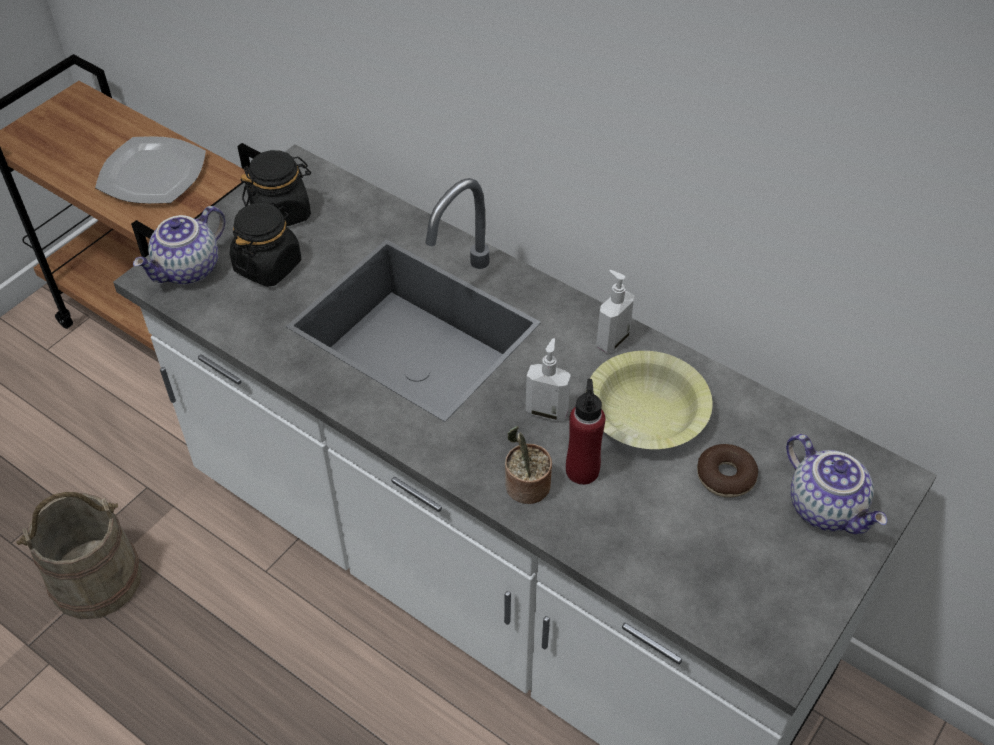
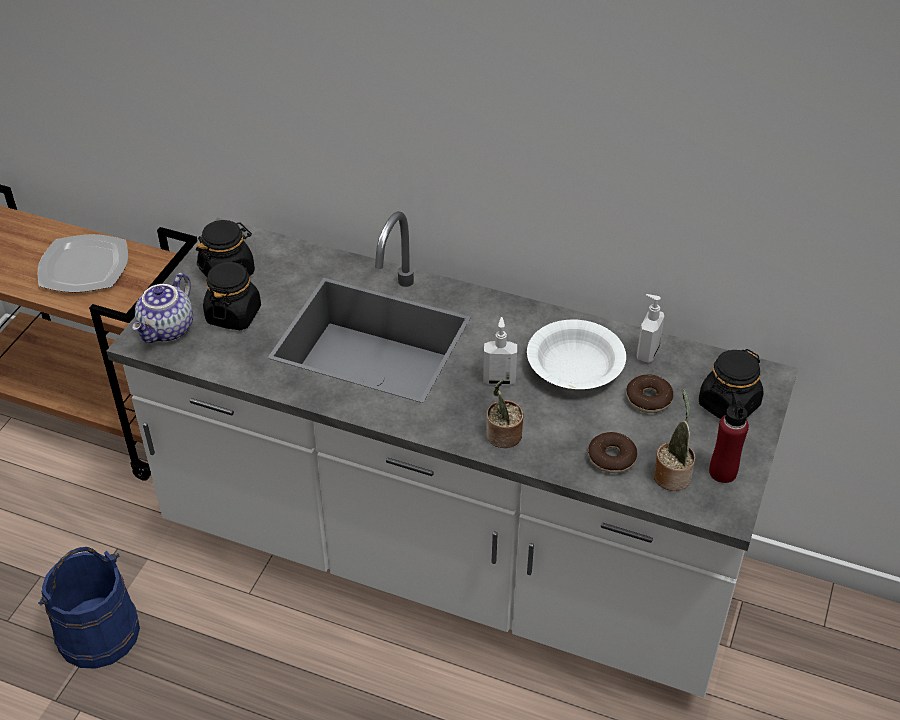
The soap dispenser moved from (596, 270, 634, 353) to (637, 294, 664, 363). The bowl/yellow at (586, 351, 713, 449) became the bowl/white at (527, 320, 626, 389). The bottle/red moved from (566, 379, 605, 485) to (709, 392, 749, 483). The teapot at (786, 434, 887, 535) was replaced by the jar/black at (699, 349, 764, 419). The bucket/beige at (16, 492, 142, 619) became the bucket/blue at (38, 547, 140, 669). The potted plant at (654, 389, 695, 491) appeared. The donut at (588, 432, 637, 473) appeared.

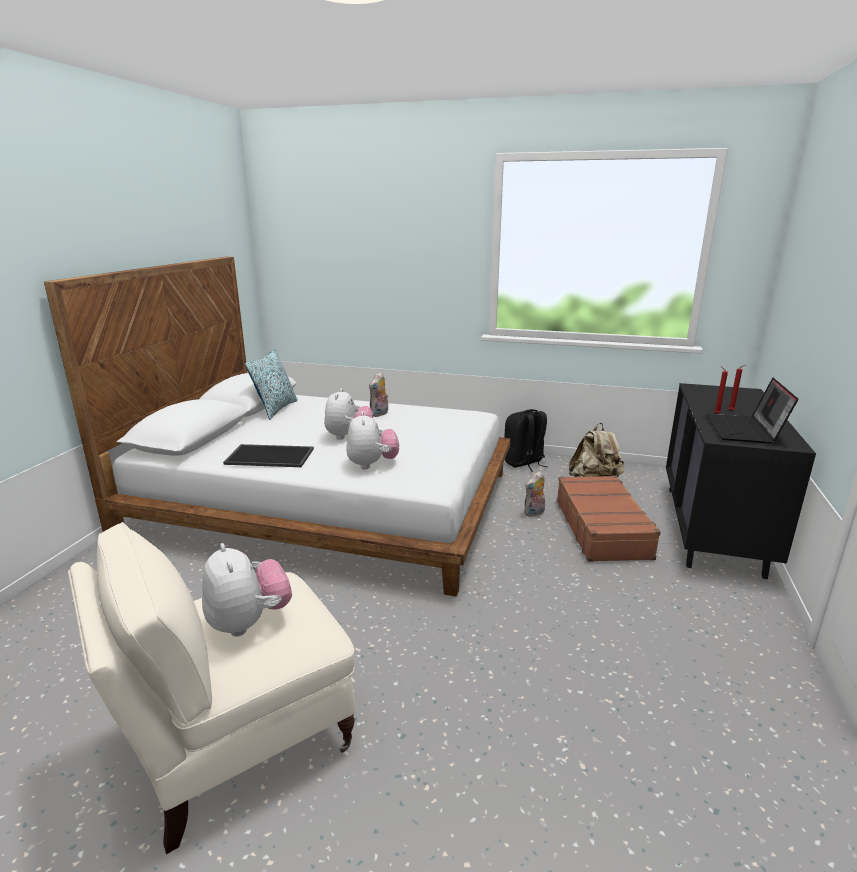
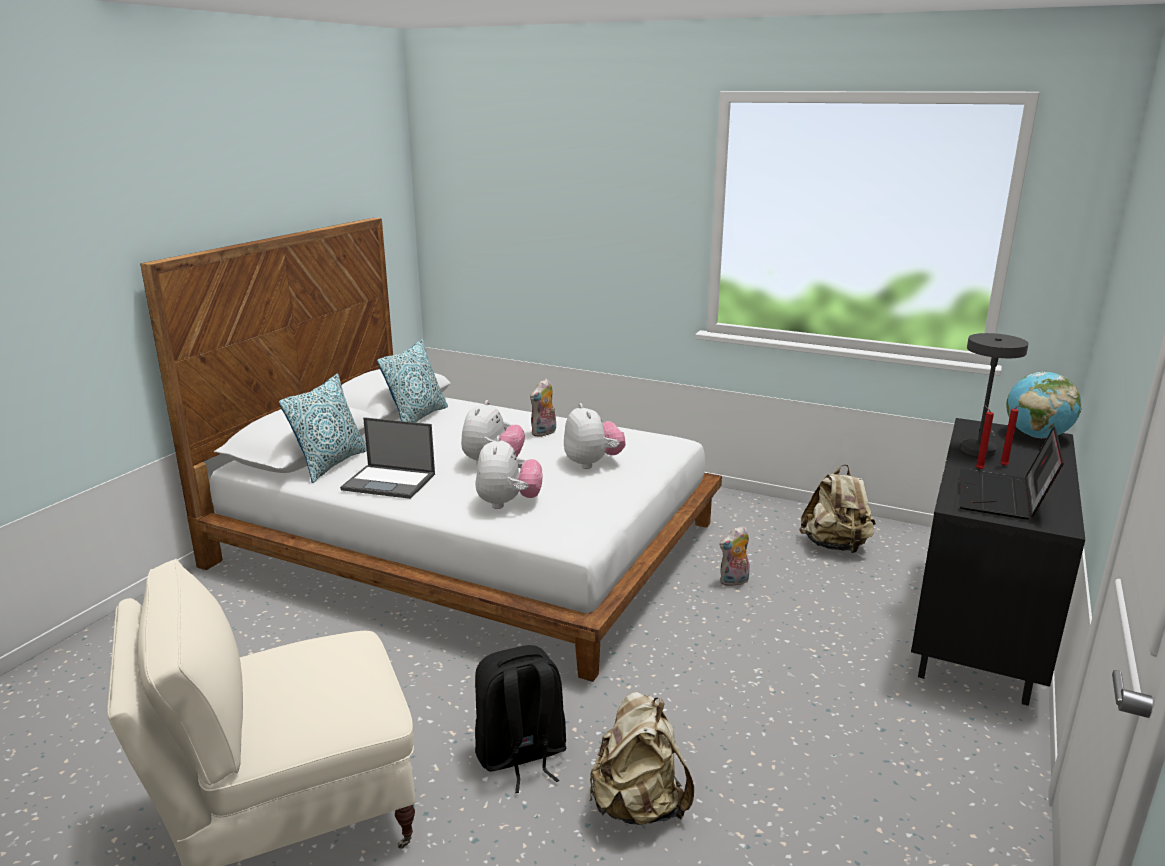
The backpack/black moved from (504, 409, 547, 472) to (475, 645, 567, 793). The tray at (223, 444, 314, 467) was replaced by the laptop at (340, 417, 435, 499). The suitcase/brown at (557, 475, 661, 562) disappeared. The plush toy moved from (202, 543, 292, 637) to (564, 403, 626, 469). The table lamp/grey at (961, 333, 1029, 457) appeared. The globe at (1006, 372, 1081, 438) appeared. The pillow at (279, 373, 367, 483) appeared. The backpack/beige at (589, 692, 694, 825) appeared.

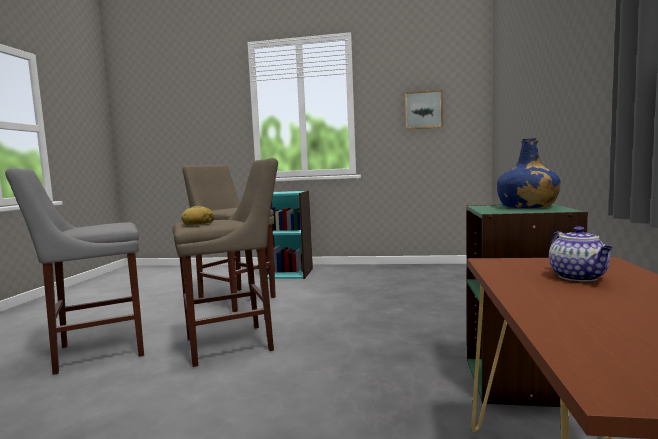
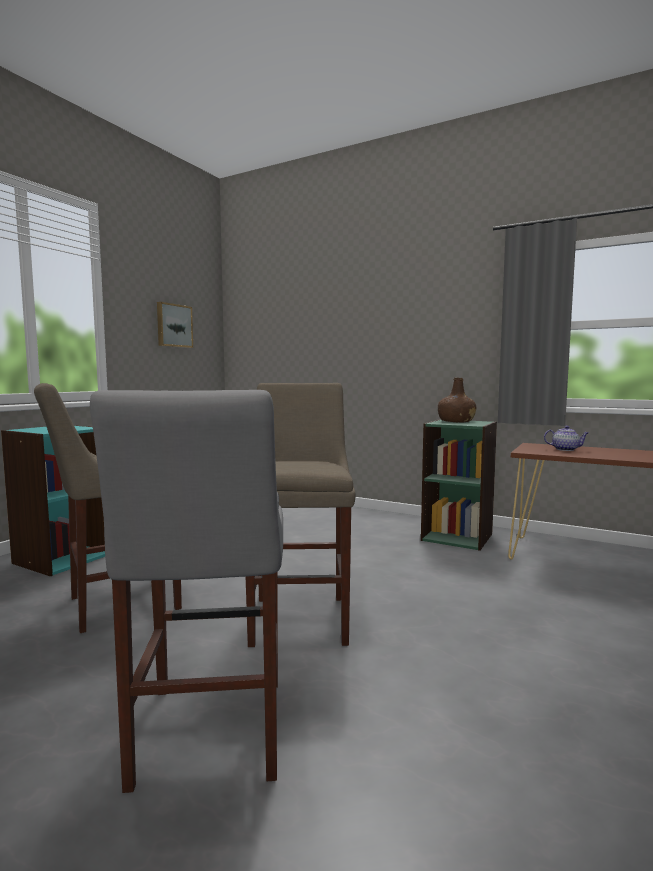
The bottle/blue at (497, 138, 561, 208) became the bottle/brown at (438, 378, 476, 423). The bread at (181, 206, 214, 225) disappeared.

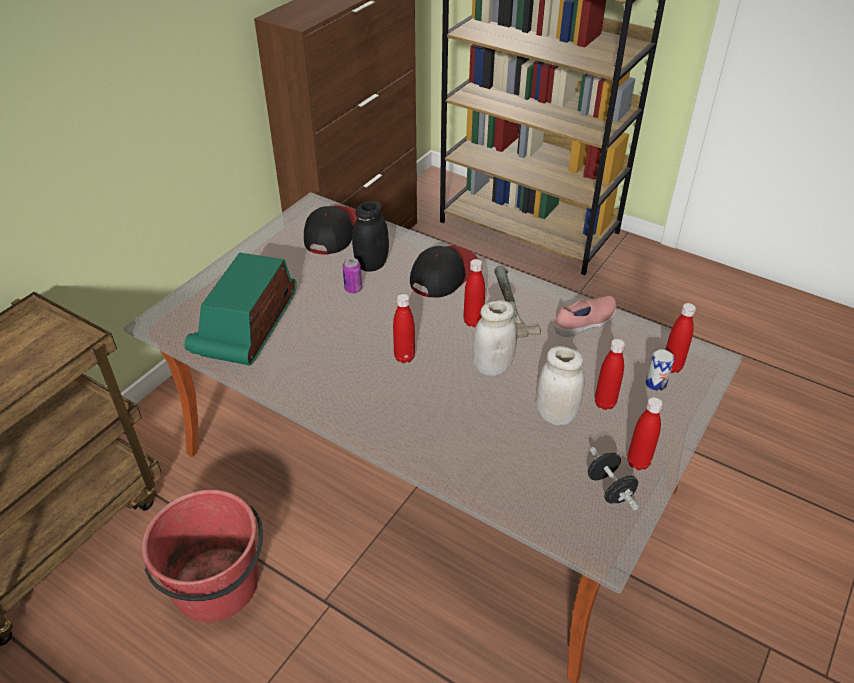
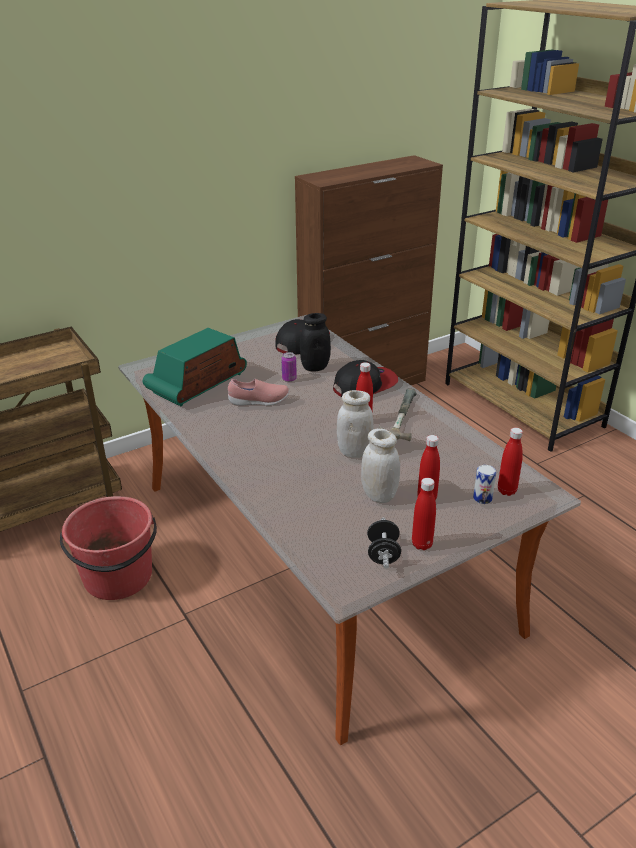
The bottle/red at (393, 294, 415, 363) disappeared. The shoe/pink moved from (555, 296, 617, 337) to (228, 379, 289, 406).

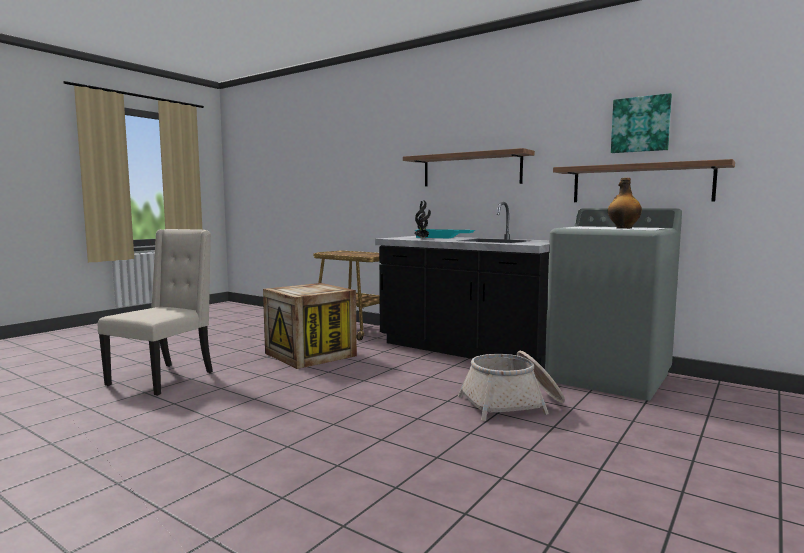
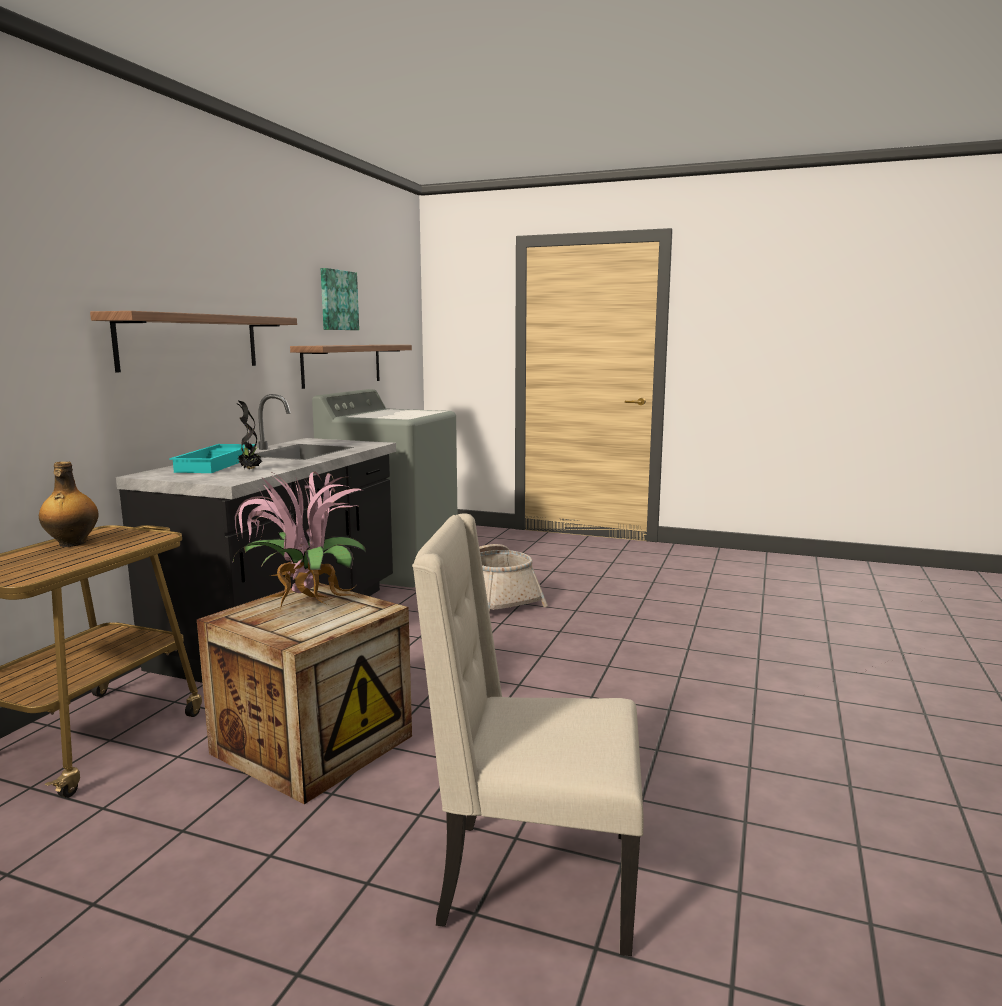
The bottle moved from (608, 178, 642, 229) to (39, 462, 99, 547). The potted plant at (233, 472, 366, 611) appeared.

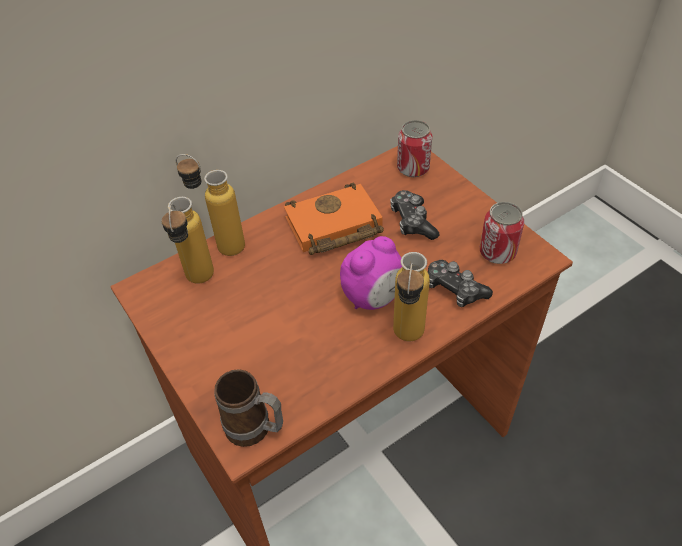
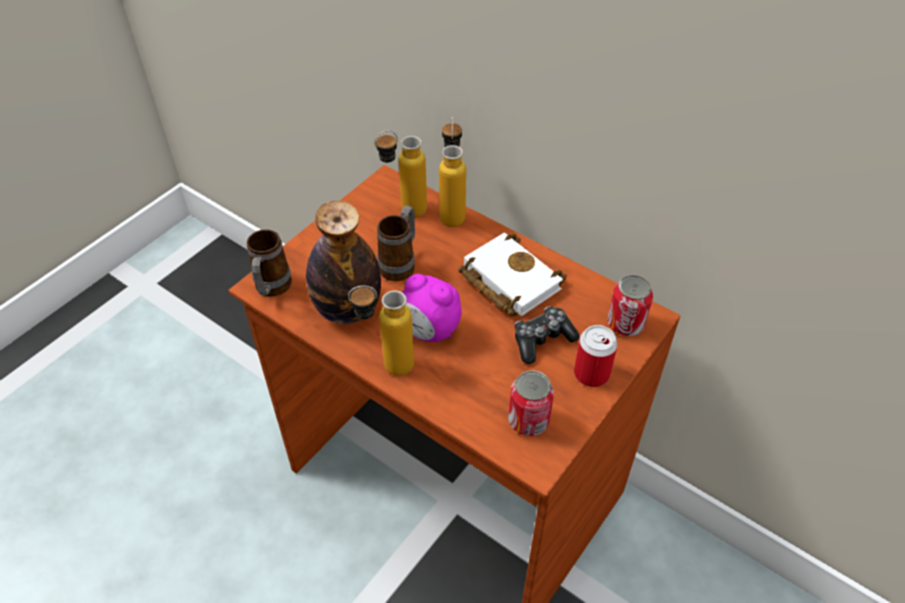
The book/orange at (284, 183, 384, 255) became the book/white at (458, 233, 567, 316). The game controller at (428, 260, 493, 307) disappeared. The bottle at (306, 201, 381, 324) appeared. The mug at (377, 206, 415, 281) appeared. The can at (574, 325, 618, 387) appeared.

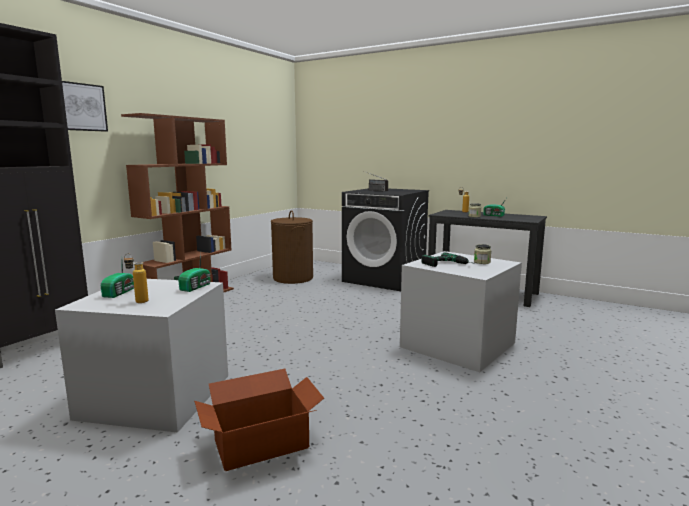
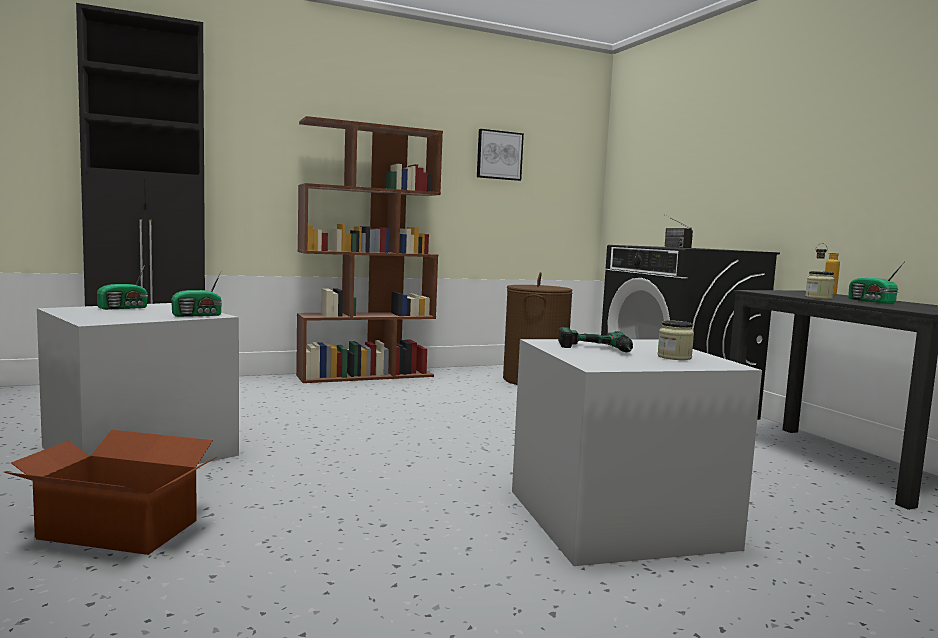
The picture moved from (62, 81, 108, 132) to (477, 129, 524, 181). The bottle at (124, 253, 149, 303) disappeared.

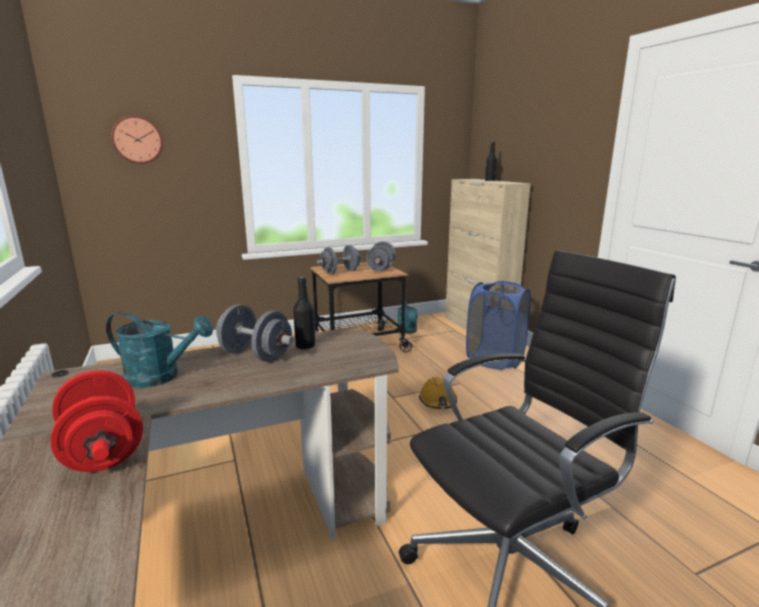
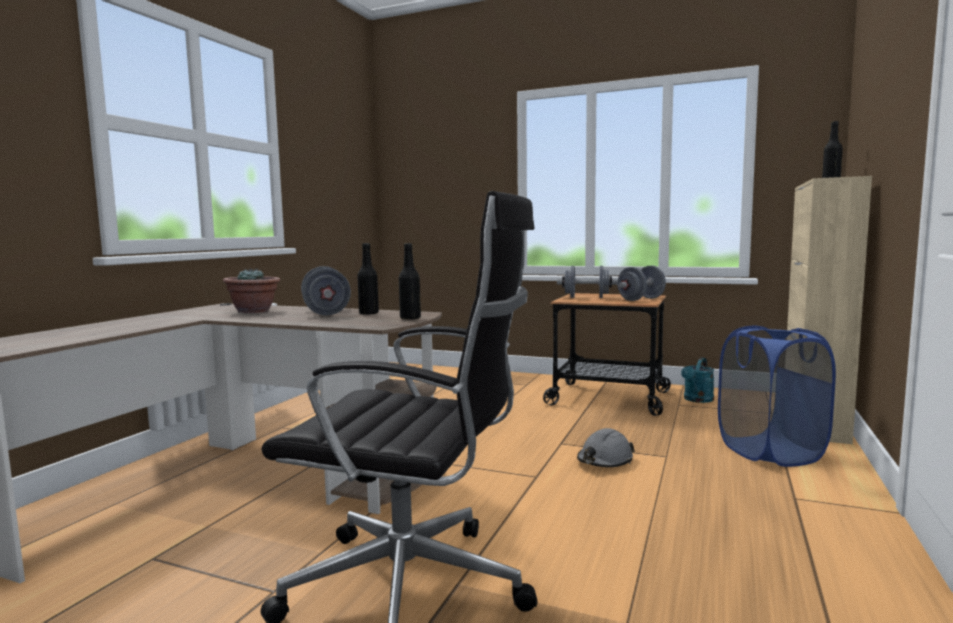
The wall clock at (111, 115, 163, 164) disappeared. The watering can/turquoise at (106, 312, 213, 388) was replaced by the potted plant at (223, 268, 280, 313). The dumbbell/red at (51, 370, 143, 472) disappeared. The hard hat/orange at (419, 377, 457, 409) became the hard hat/grey at (577, 428, 635, 467). The bottle/black at (399, 243, 421, 320) appeared.

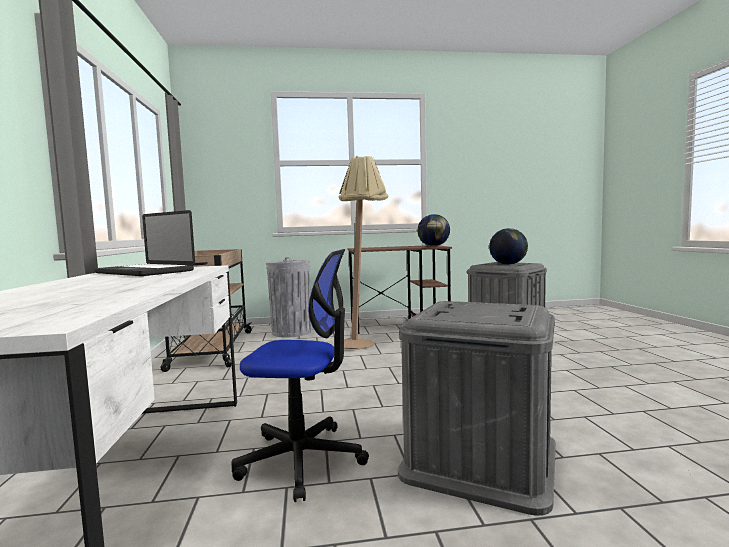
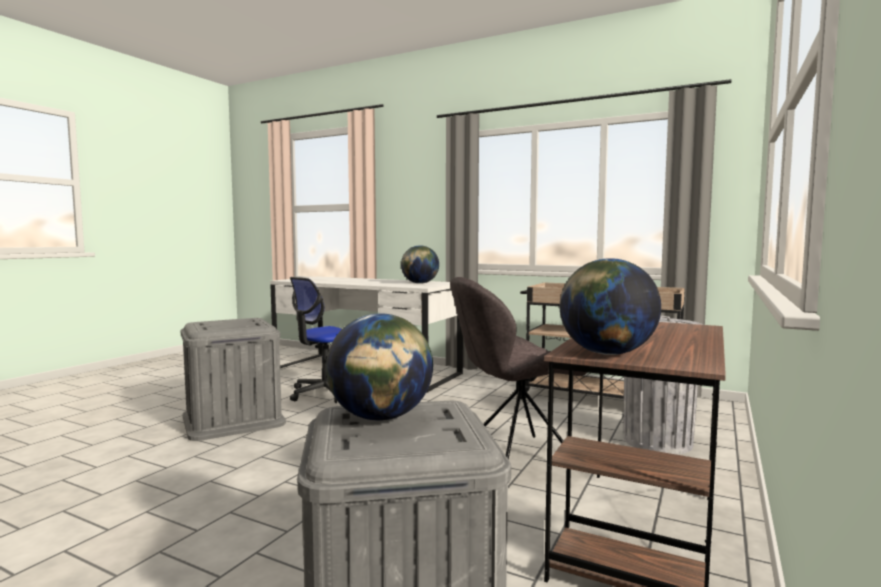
The floor lamp/beige at (339, 156, 388, 349) was replaced by the chair/grey at (450, 277, 587, 460). The laptop at (94, 210, 195, 276) was replaced by the globe at (401, 245, 439, 284).

